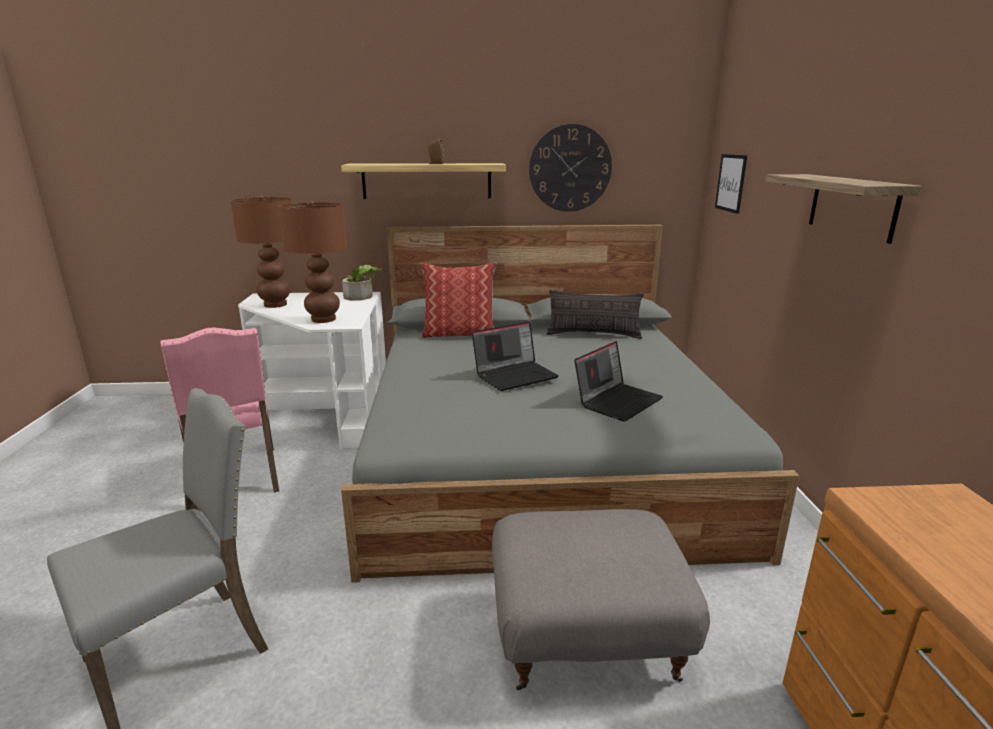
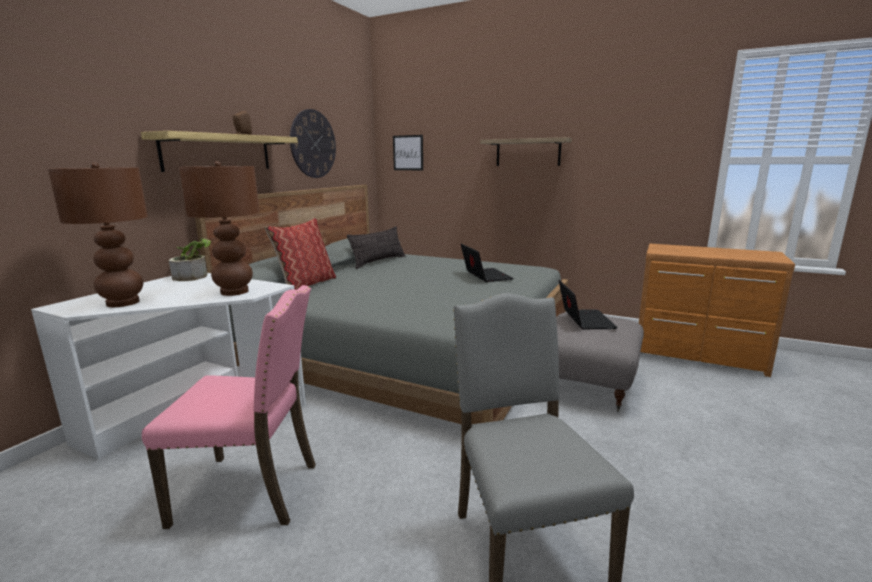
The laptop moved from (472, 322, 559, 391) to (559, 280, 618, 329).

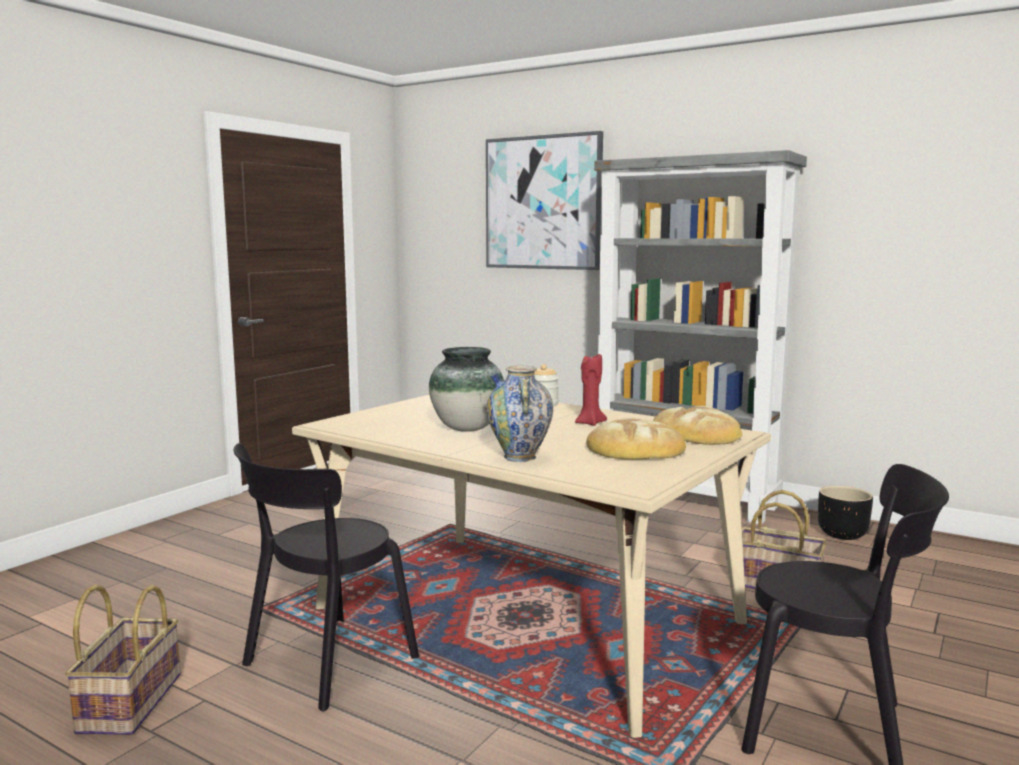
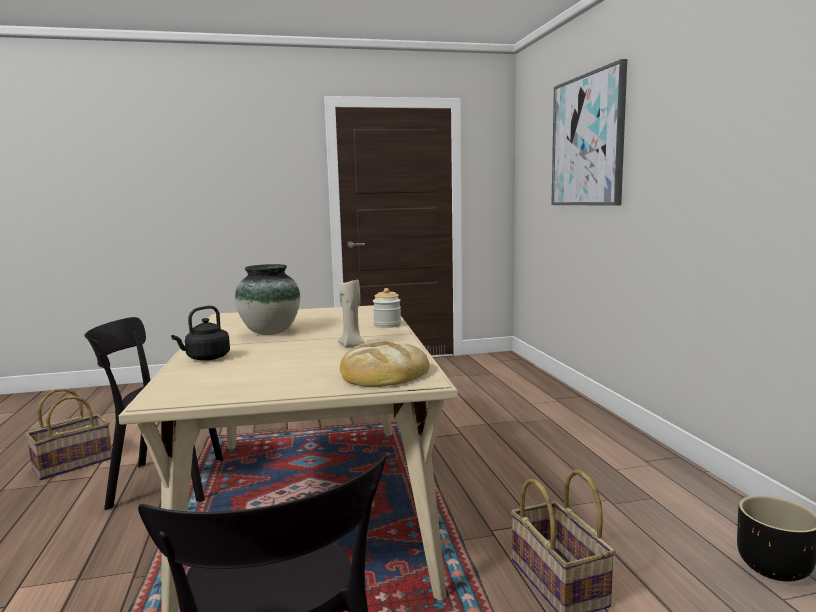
The bookcase/grey at (594, 150, 807, 524) disappeared. The candle/red at (575, 352, 607, 426) became the candle/beige at (337, 279, 365, 348). The vase at (486, 366, 553, 462) was replaced by the kettle/black at (171, 305, 230, 361). The bread at (586, 418, 686, 460) disappeared.

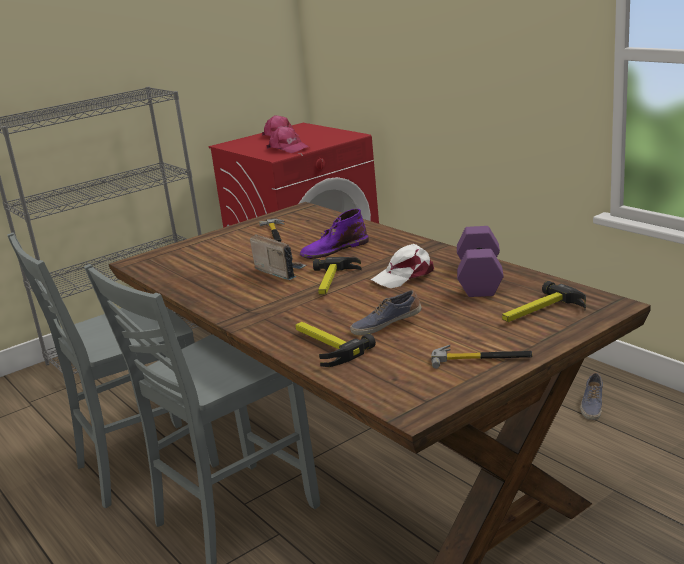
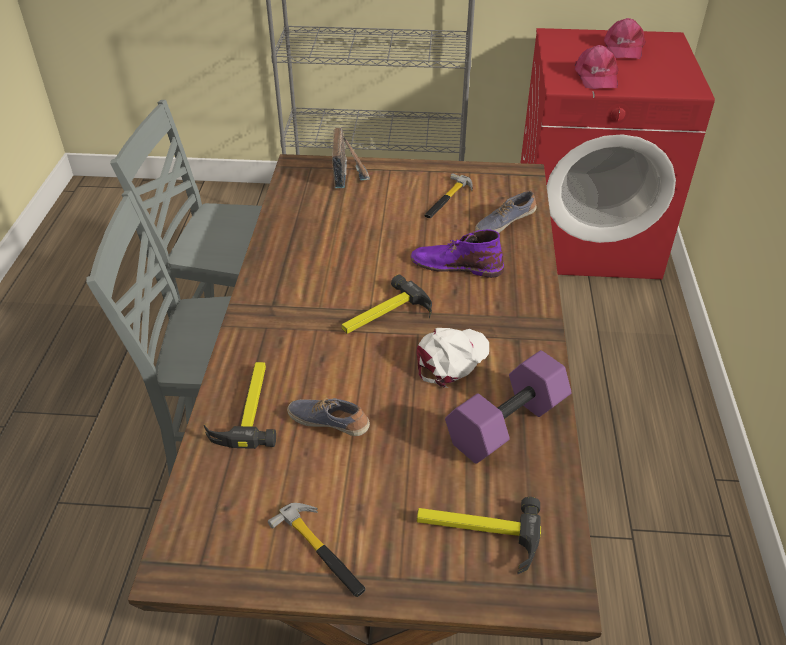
The radio moved from (250, 234, 306, 280) to (332, 127, 370, 188). The cap/white at (371, 244, 434, 288) turned 120 degrees clockwise. The shoe moved from (580, 372, 603, 420) to (475, 191, 537, 233).

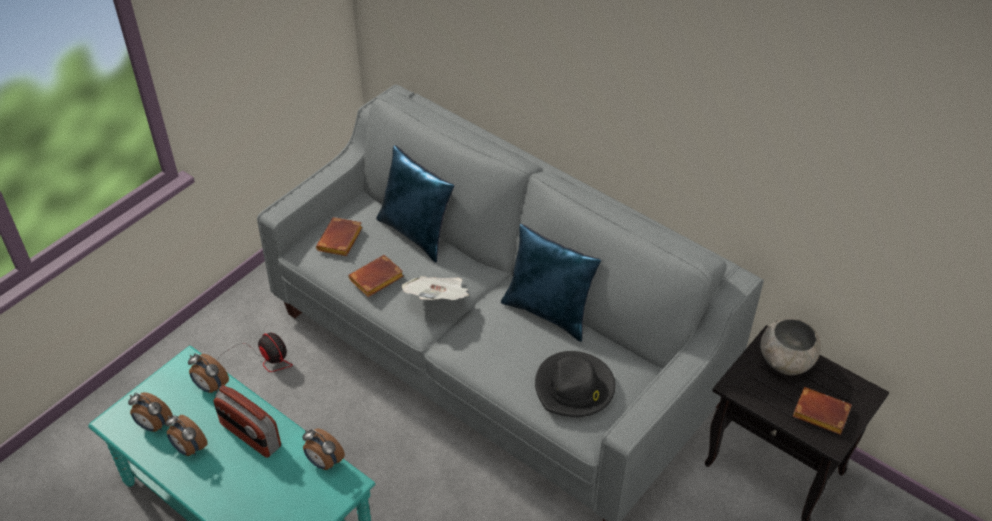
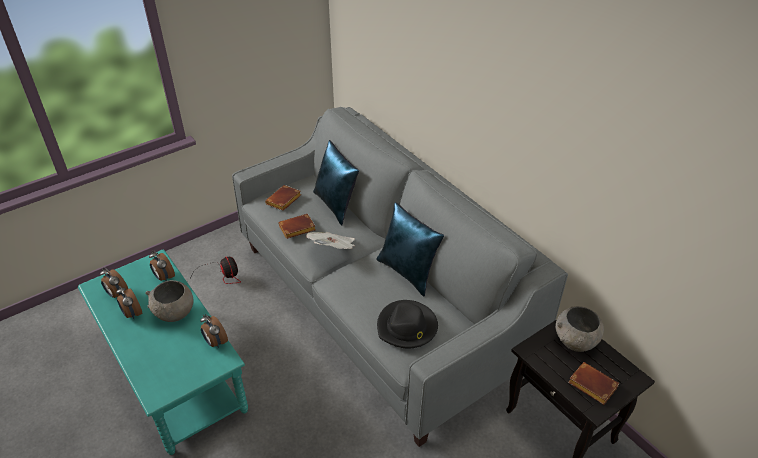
The radio at (213, 385, 281, 458) was replaced by the bowl/grey at (145, 280, 194, 322).

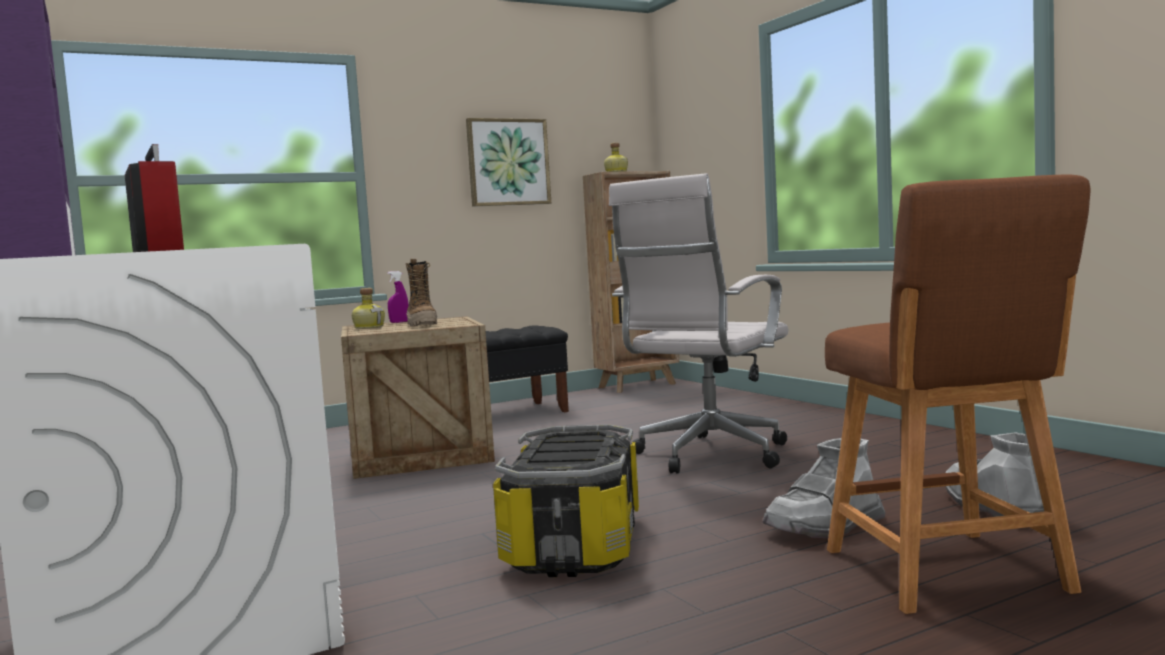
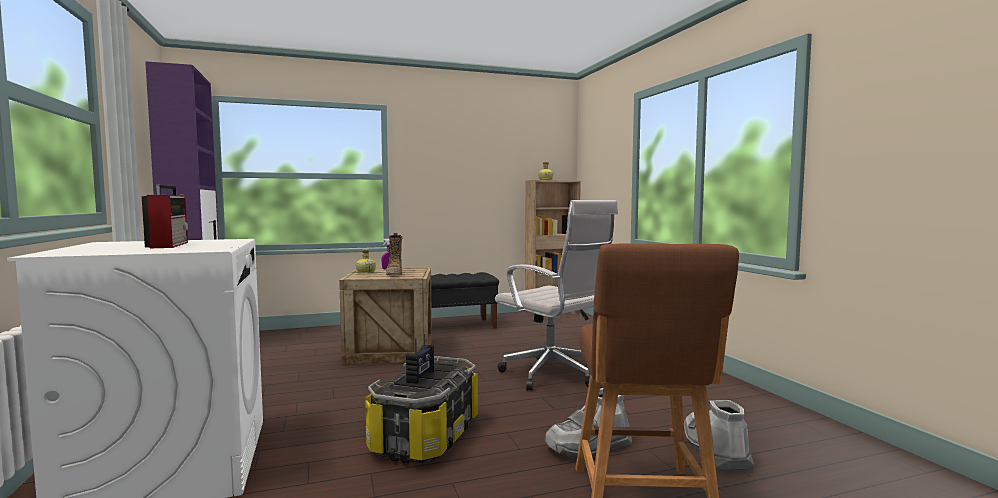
The picture at (466, 118, 551, 207) disappeared. The office chair/white at (609, 173, 788, 474) turned 90 degrees counterclockwise. The radio at (406, 334, 434, 384) appeared.

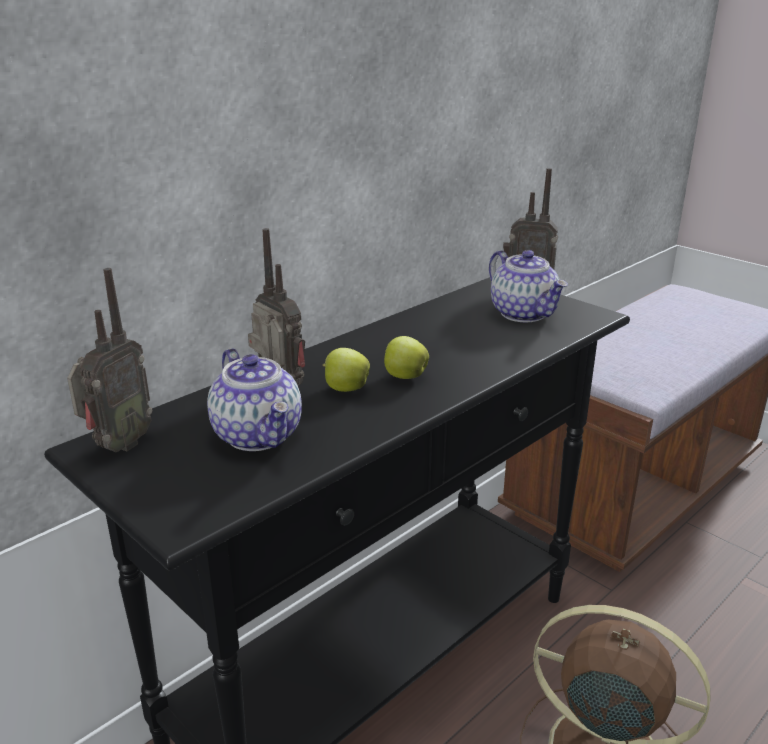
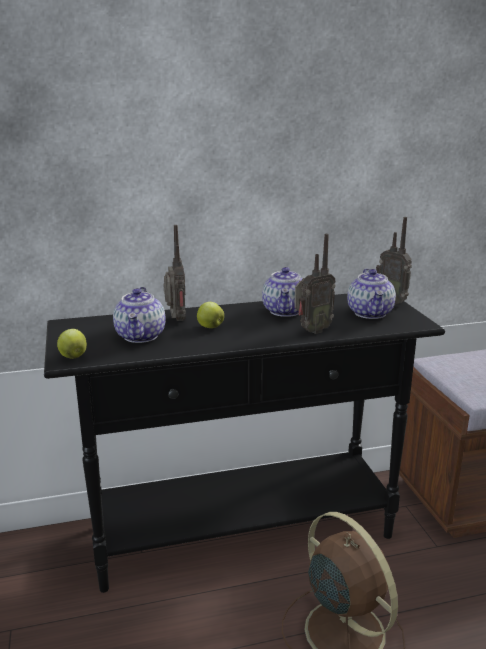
The radio moved from (67, 268, 152, 452) to (294, 234, 336, 334). The apple moved from (384, 336, 429, 379) to (57, 329, 87, 359). The teapot at (262, 267, 302, 317) appeared.

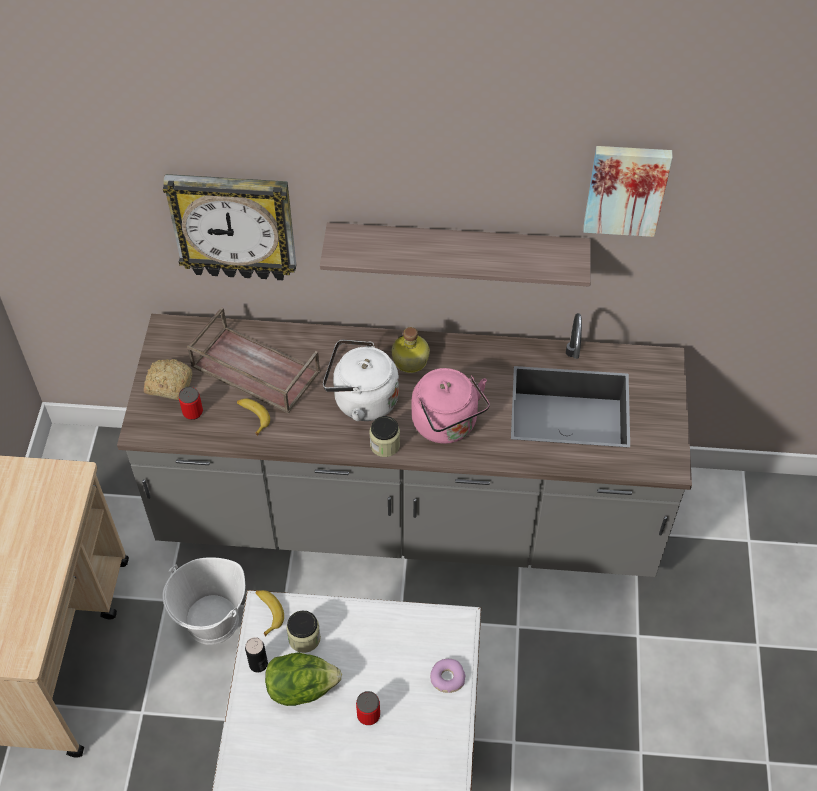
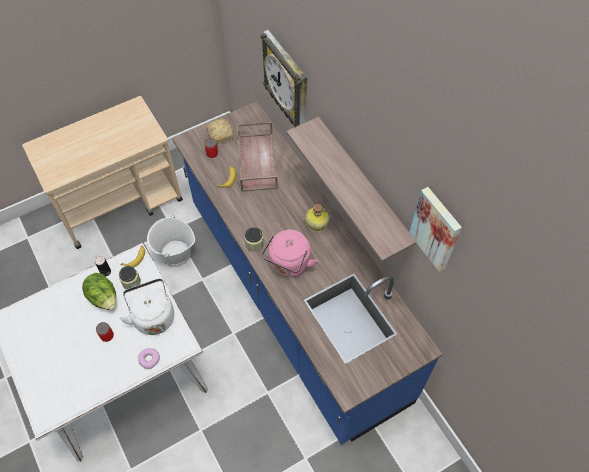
The counter/grey at (117, 313, 692, 577) became the counter/blue at (172, 101, 442, 445). The kettle/white moved from (323, 340, 399, 421) to (119, 278, 174, 335).

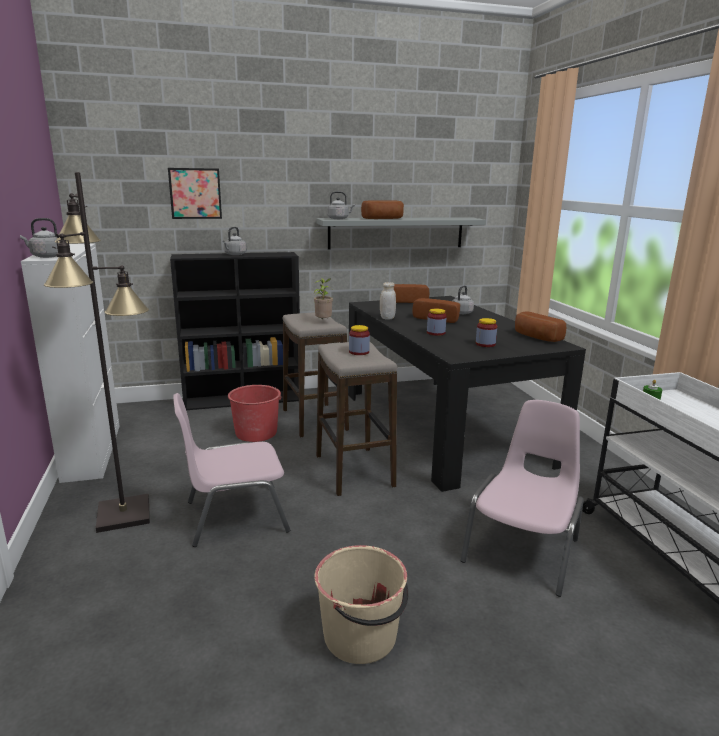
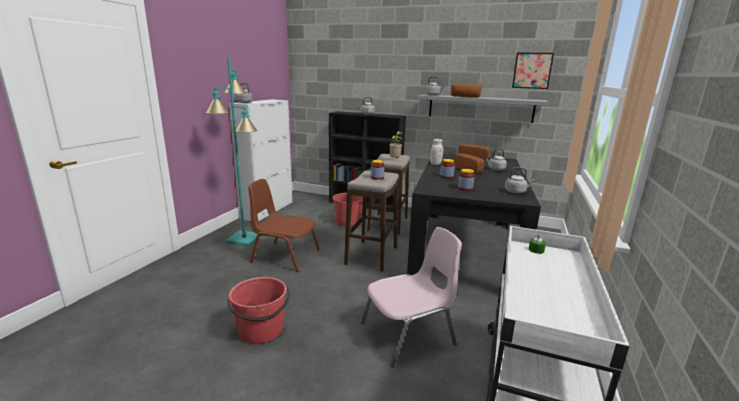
The picture moved from (168, 168, 222, 219) to (512, 53, 554, 89). The floor lamp/black at (44, 172, 150, 533) became the floor lamp/turquoise at (206, 57, 262, 246). The bread at (515, 312, 566, 342) was replaced by the kettle/grey at (505, 167, 535, 194). The chair/pink at (173, 393, 290, 547) became the chair/brown at (248, 179, 320, 272). The bucket/beige at (314, 545, 408, 664) became the bucket/red at (227, 277, 290, 344).

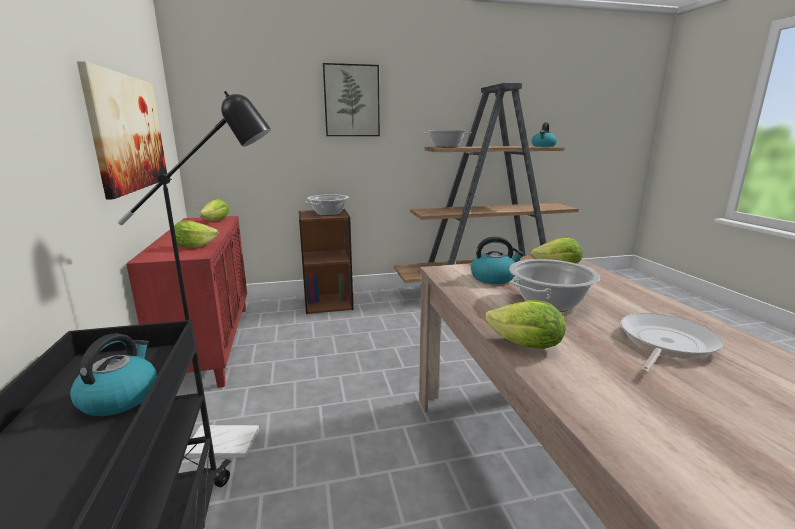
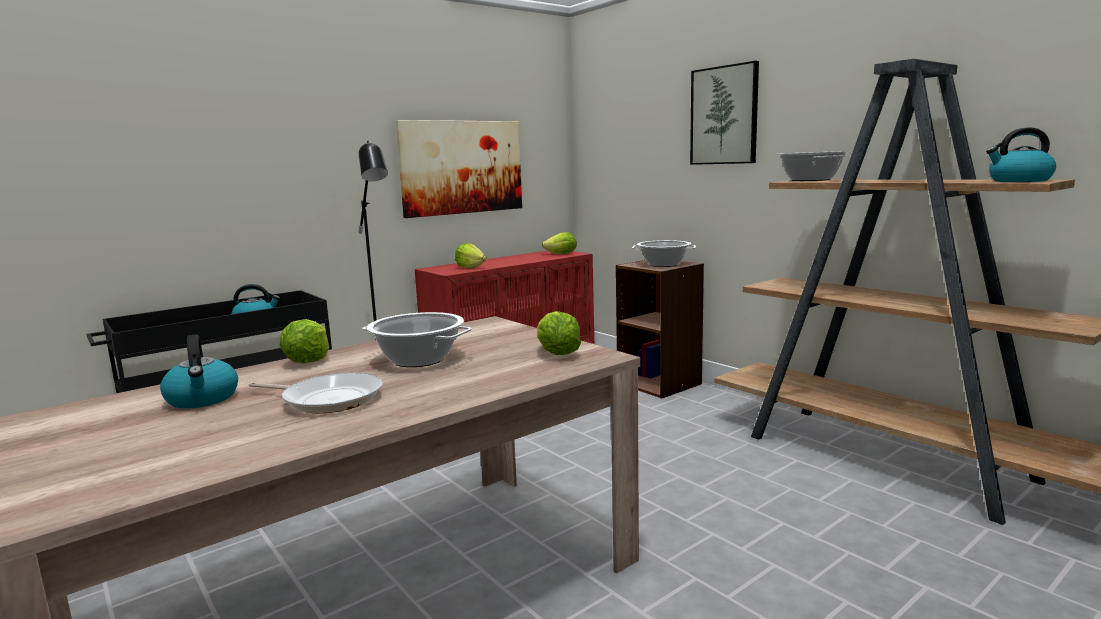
The kettle moved from (471, 236, 524, 284) to (160, 334, 238, 409).

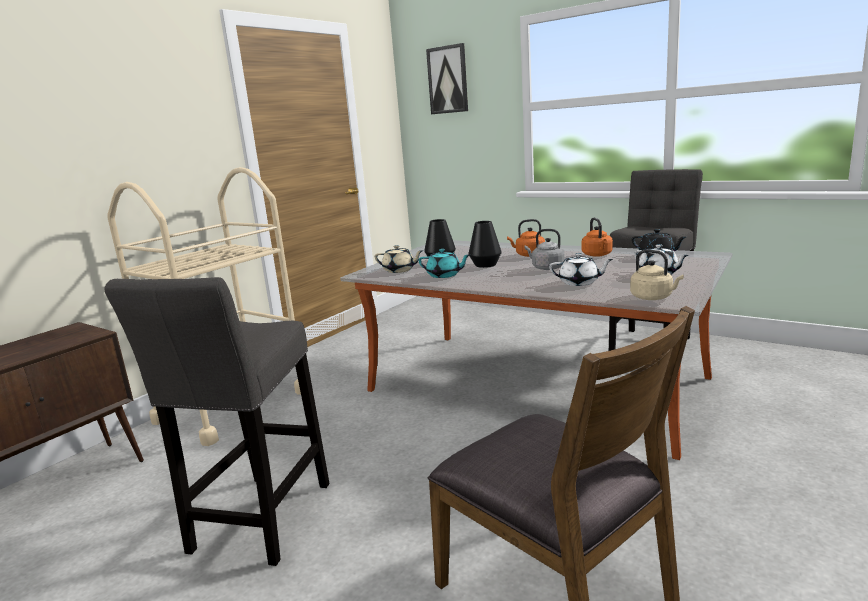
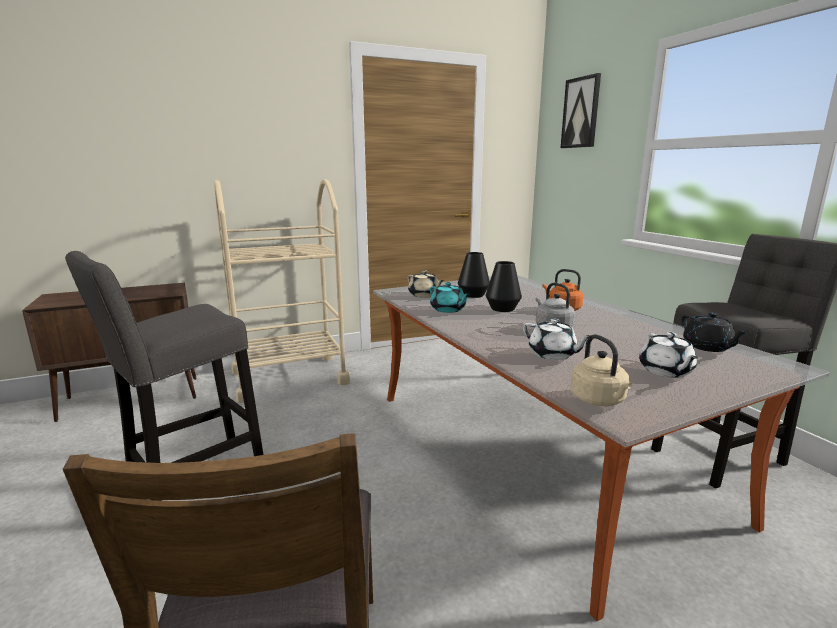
The kettle/orange at (581, 218, 613, 257) disappeared.

